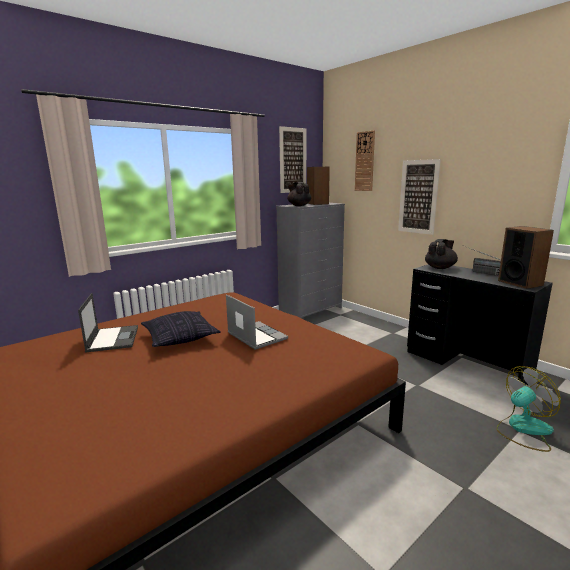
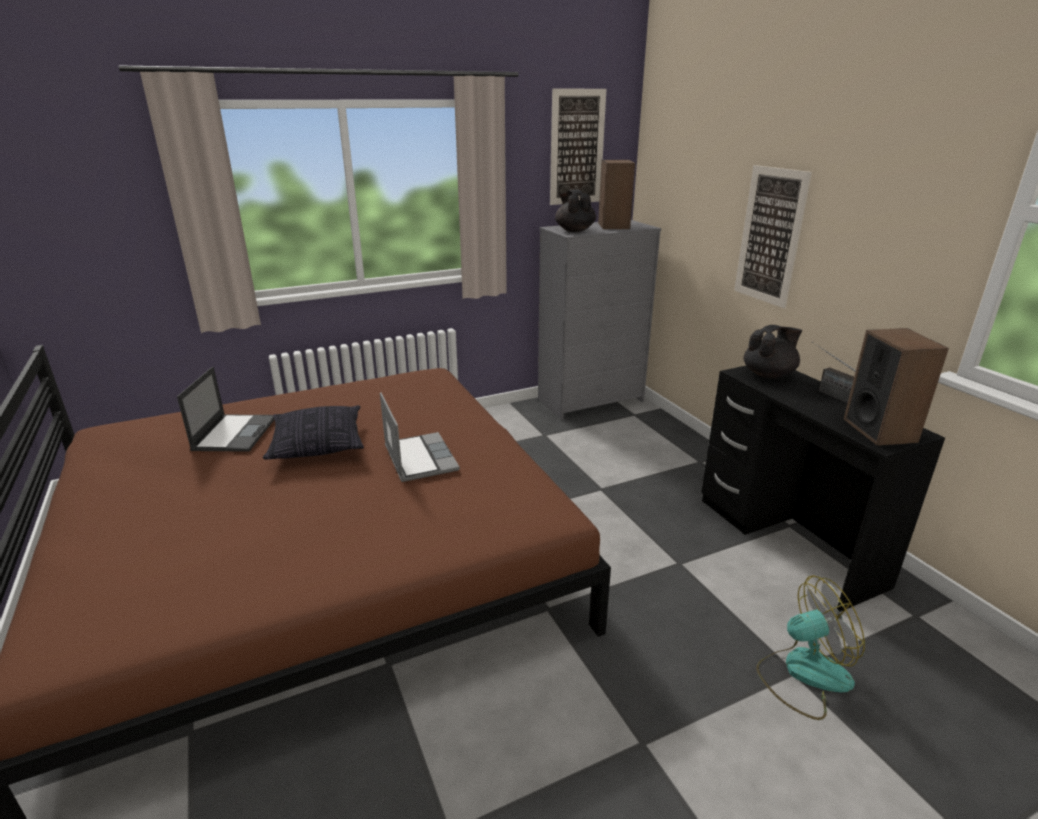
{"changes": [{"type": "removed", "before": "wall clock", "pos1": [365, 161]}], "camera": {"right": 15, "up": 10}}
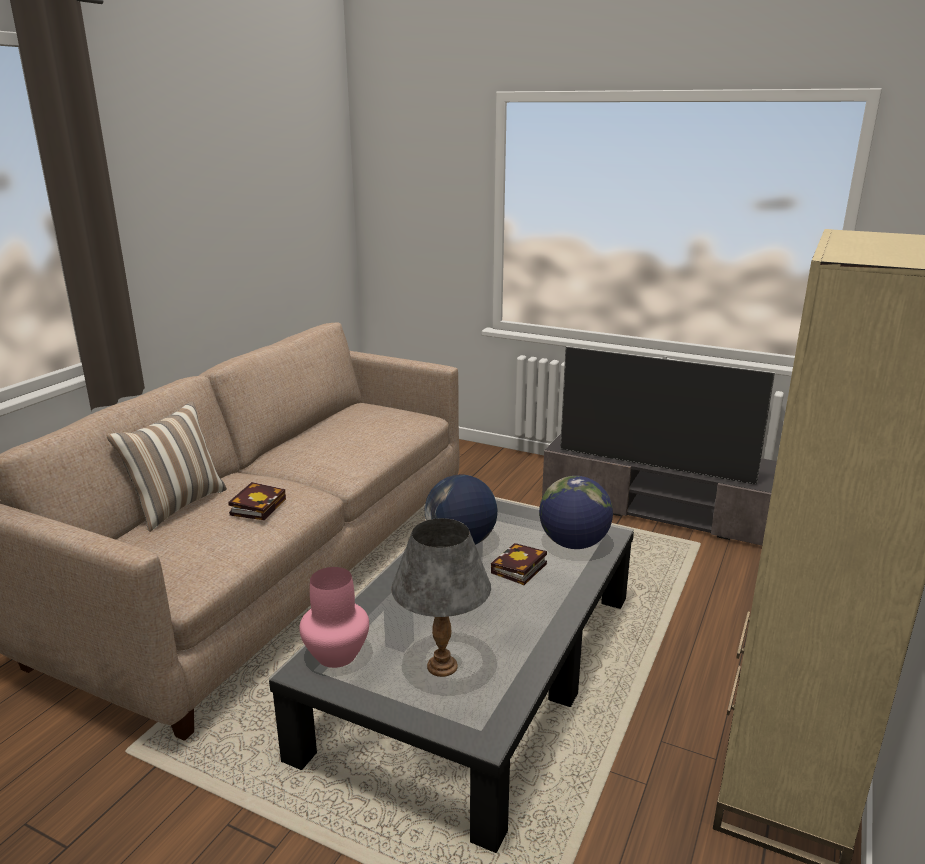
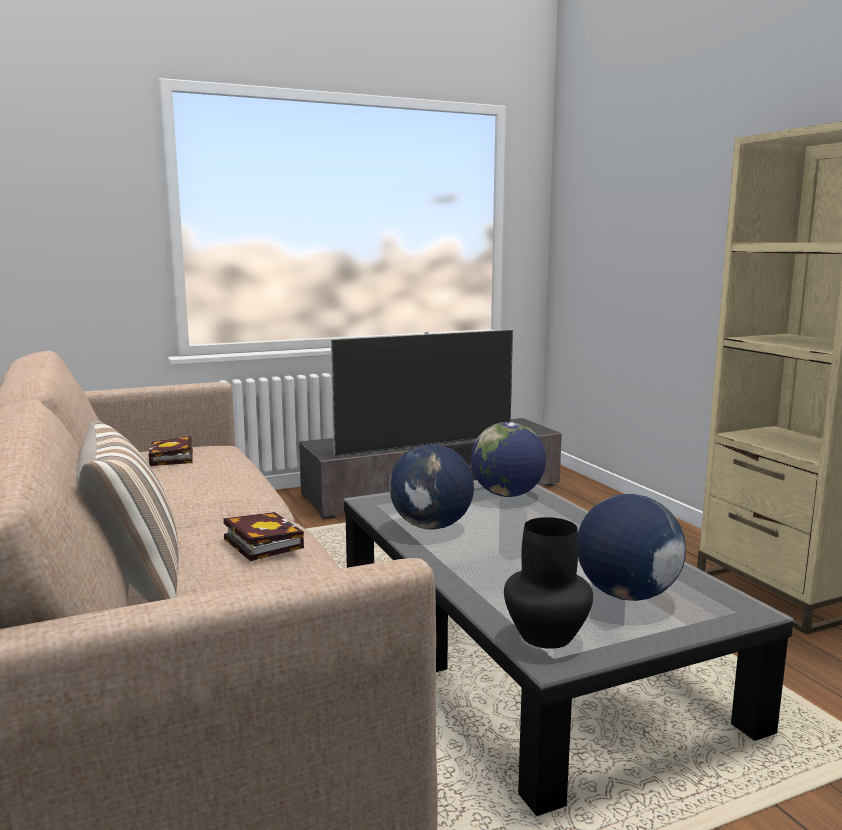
{"changes": [{"type": "moved", "before": "book", "pos1": [518, 570], "pos2": [173, 458]}, {"type": "replaced", "before": "grey table lamp", "after": "globe", "pos1": [442, 666], "pos2": [626, 595]}, {"type": "recoloured", "before": "pink vase", "after": "black vase", "pos1": [335, 654], "pos2": [545, 636]}], "camera": {"right": -50, "up": -10}}
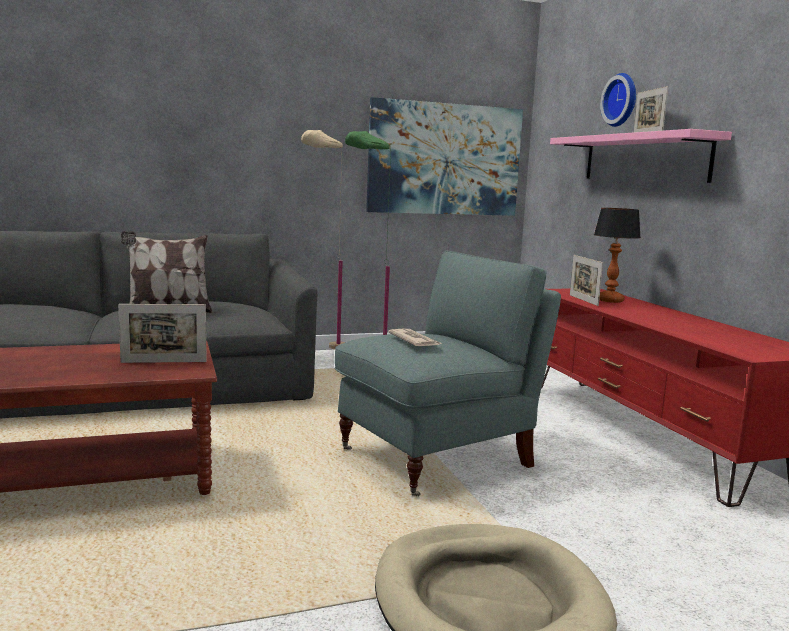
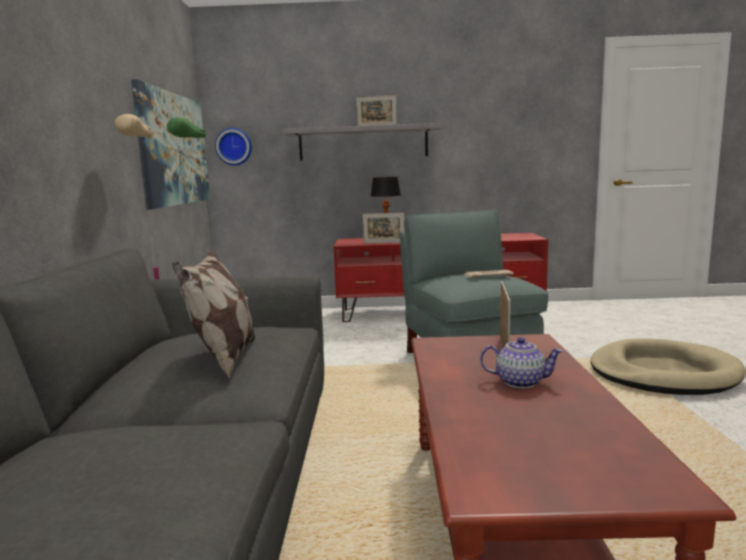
{"changes": [{"type": "added", "after": "teapot", "pos2": [519, 381]}, {"type": "moved", "before": "wall clock", "pos1": [622, 100], "pos2": [234, 146]}, {"type": "recoloured", "before": "pink shelf", "after": "grey shelf", "pos1": [644, 158], "pos2": [363, 143]}], "camera": {"right": -70, "up": 0}}
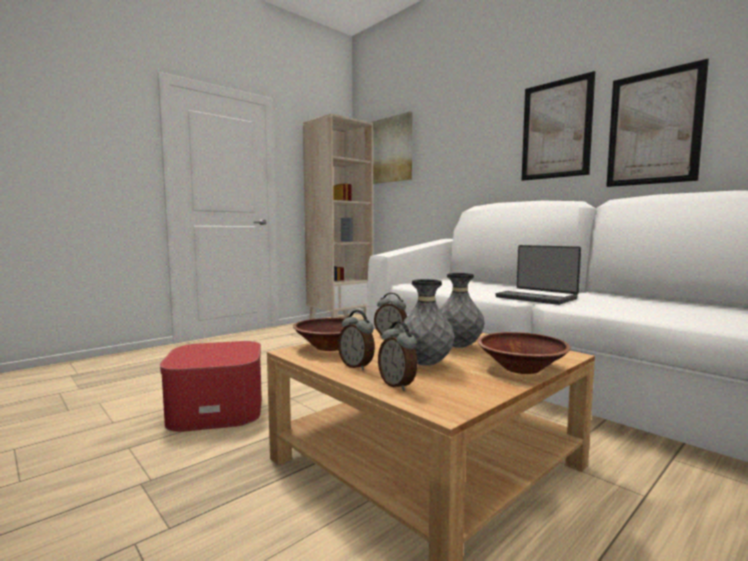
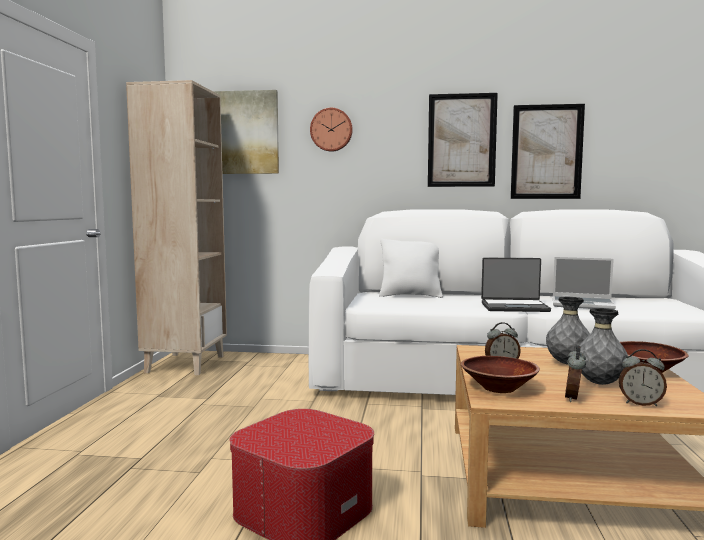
{"changes": [{"type": "added", "after": "wall clock", "pos2": [331, 130]}, {"type": "added", "after": "white pillow", "pos2": [410, 296]}, {"type": "added", "after": "laptop", "pos2": [583, 304]}, {"type": "turned", "before": "alarm clock", "pos1": [357, 366], "pos2": [574, 398], "turn": 105}], "camera": {"right": -40, "up": 0}}
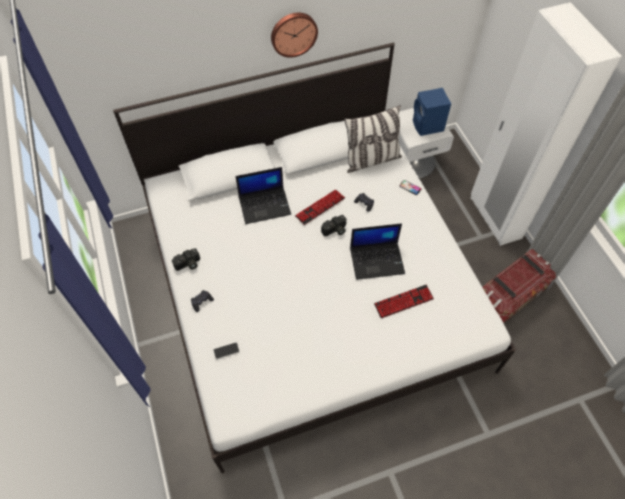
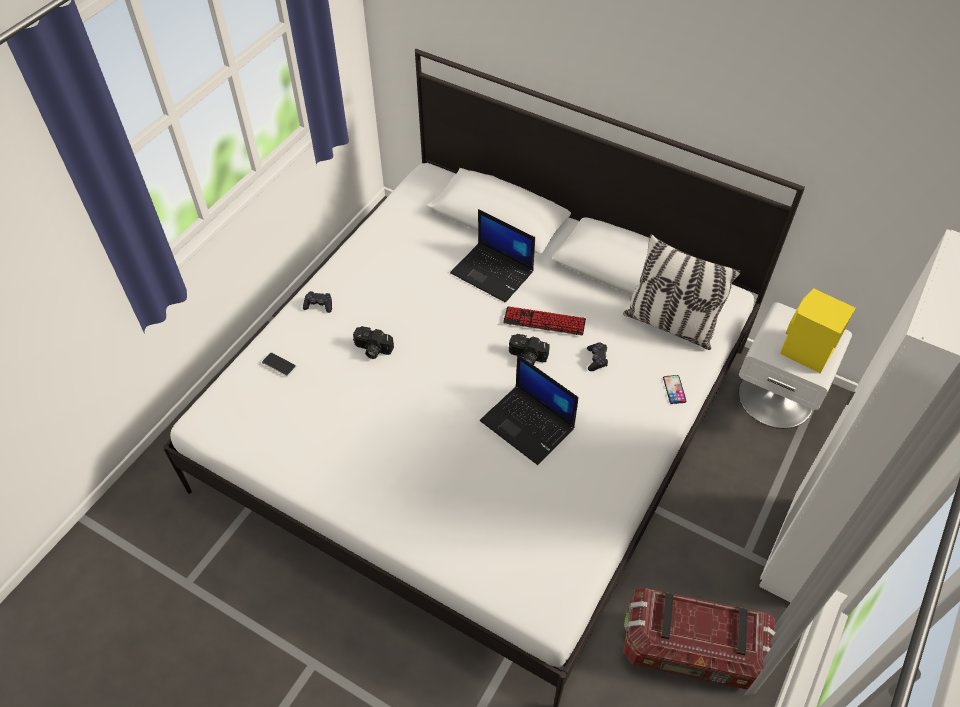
{"changes": [{"type": "removed", "before": "wall clock", "pos1": [293, 33]}, {"type": "removed", "before": "keyboard", "pos1": [403, 302]}, {"type": "moved", "before": "photo camera", "pos1": [188, 264], "pos2": [372, 349]}, {"type": "recoloured", "before": "blue speaker", "after": "yellow speaker", "pos1": [428, 126], "pos2": [805, 352]}], "camera": {"right": 50, "up": -5}}
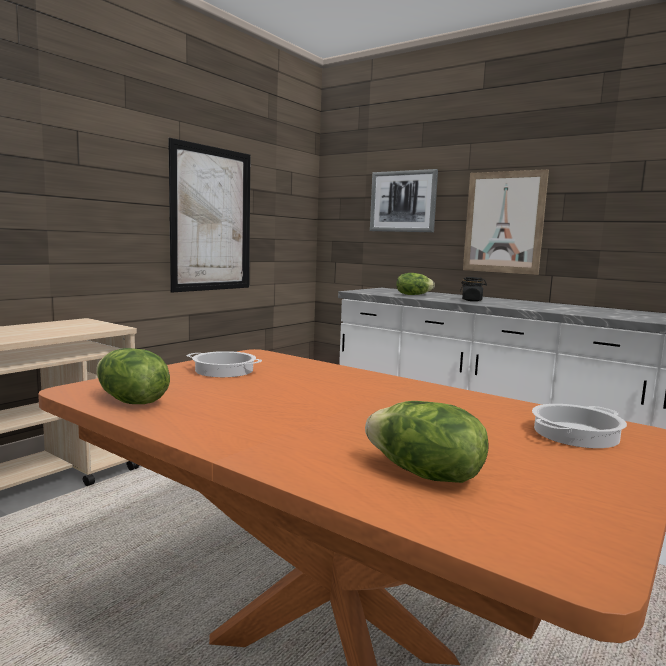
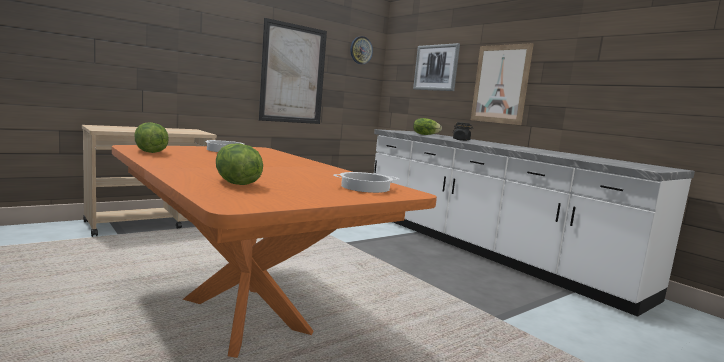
{"changes": [{"type": "added", "after": "wall clock", "pos2": [361, 50]}], "camera": {"right": 15, "up": 0}}
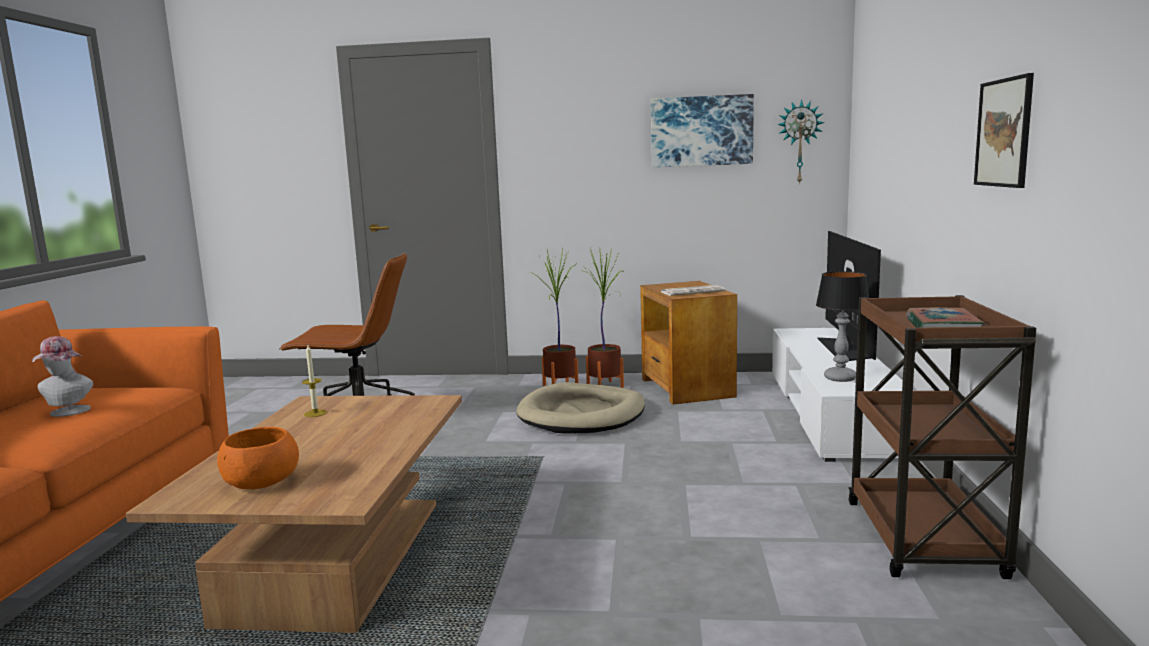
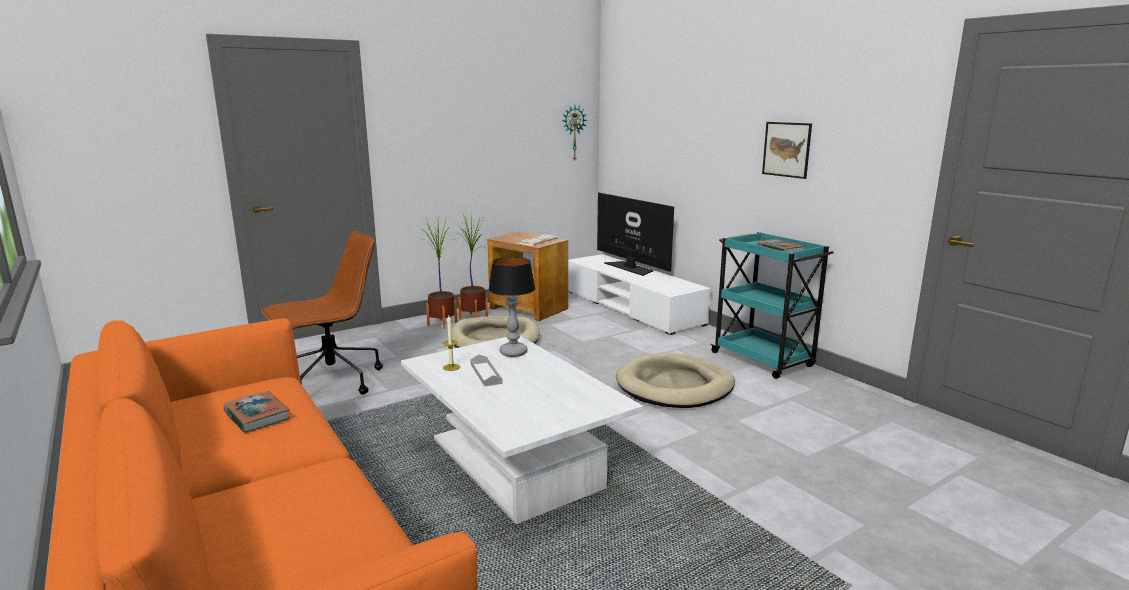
{"changes": [{"type": "removed", "before": "orange bowl", "pos1": [260, 482]}, {"type": "removed", "before": "picture", "pos1": [701, 131]}, {"type": "added", "after": "grey tray", "pos2": [486, 373]}, {"type": "added", "after": "beige dog bed", "pos2": [675, 386]}, {"type": "moved", "before": "table lamp", "pos1": [839, 378], "pos2": [512, 352]}, {"type": "replaced", "before": "hat", "after": "book", "pos1": [67, 412], "pos2": [257, 416]}, {"type": "recoloured", "before": "brown coffee table", "after": "white coffee table", "pos1": [337, 559], "pos2": [514, 462]}, {"type": "recoloured", "before": "brown cart", "after": "turquoise cart", "pos1": [924, 540], "pos2": [763, 360]}], "camera": {"right": -40, "up": 5}}
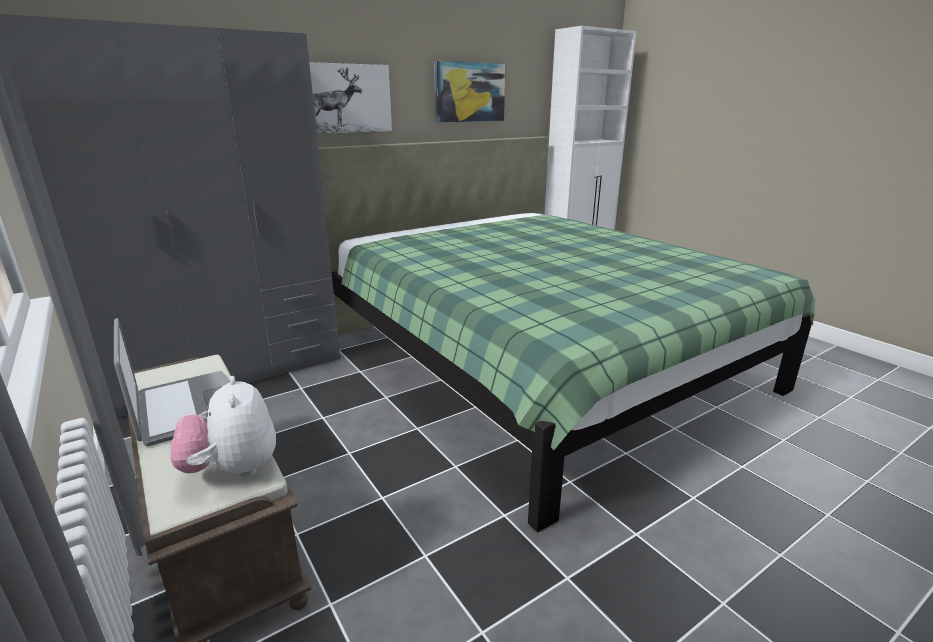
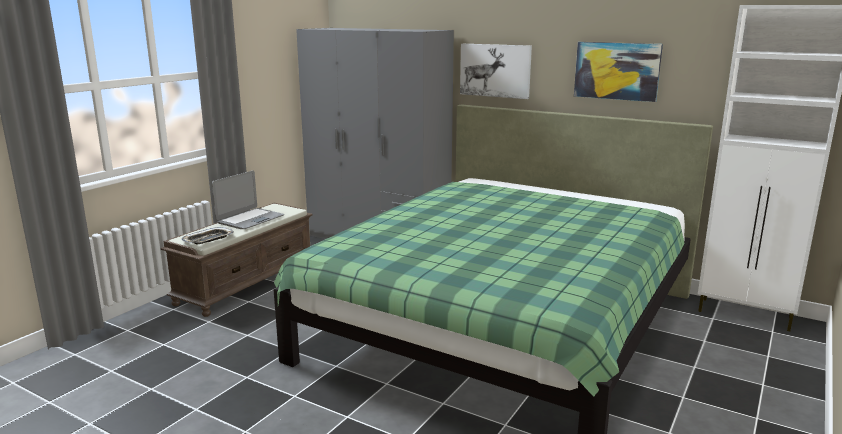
{"changes": [{"type": "replaced", "before": "plush toy", "after": "tray", "pos1": [233, 469], "pos2": [208, 239]}], "camera": {"right": 65, "up": -5}}
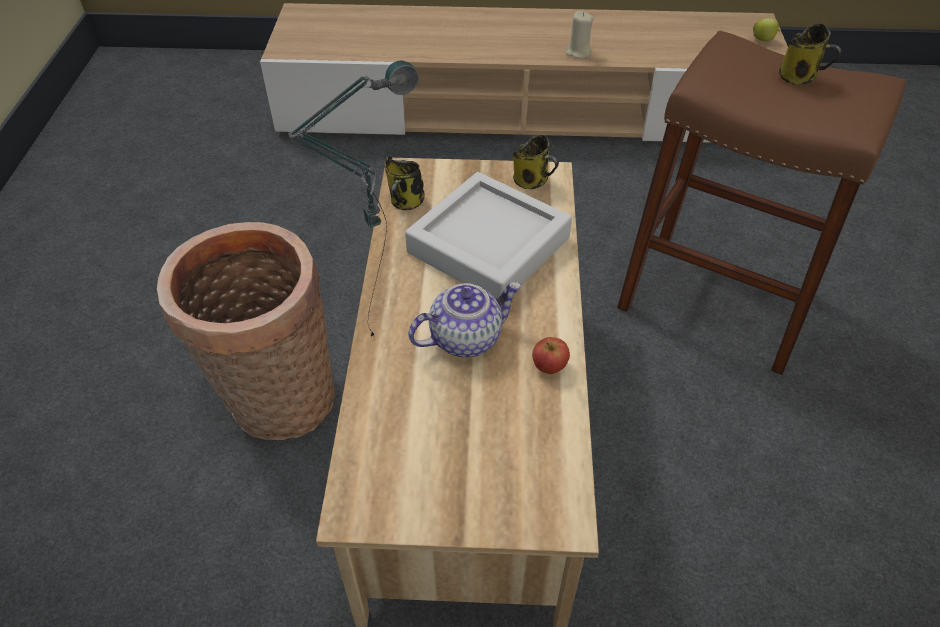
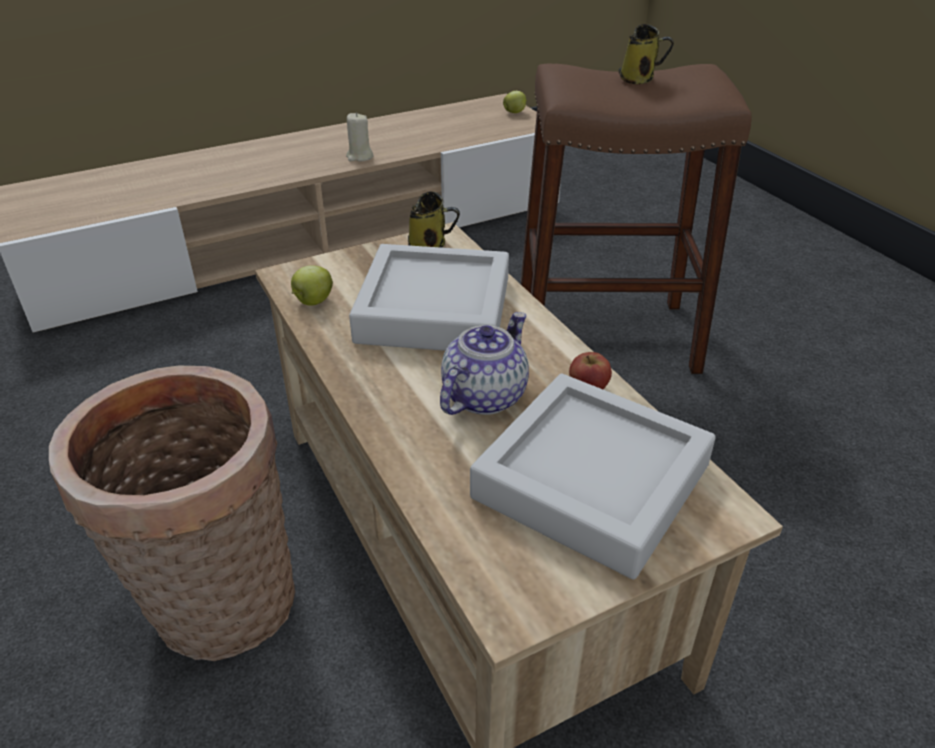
{"changes": [{"type": "removed", "before": "table lamp", "pos1": [381, 323]}, {"type": "added", "after": "grey tray", "pos2": [591, 481]}, {"type": "replaced", "before": "mug", "after": "apple", "pos1": [406, 203], "pos2": [313, 302]}], "camera": {"right": -30, "up": -10}}
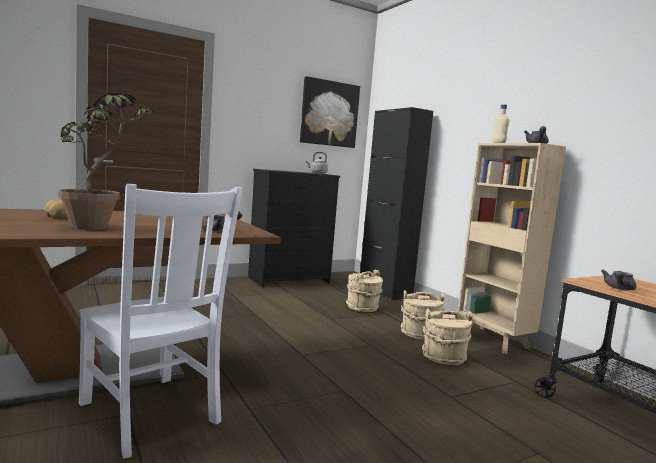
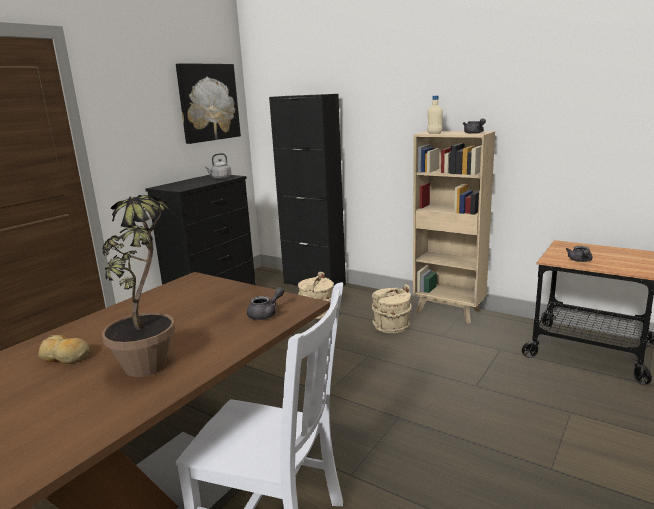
{"changes": [{"type": "removed", "before": "beige bucket", "pos1": [443, 357]}], "camera": {"right": -25, "up": 10}}
